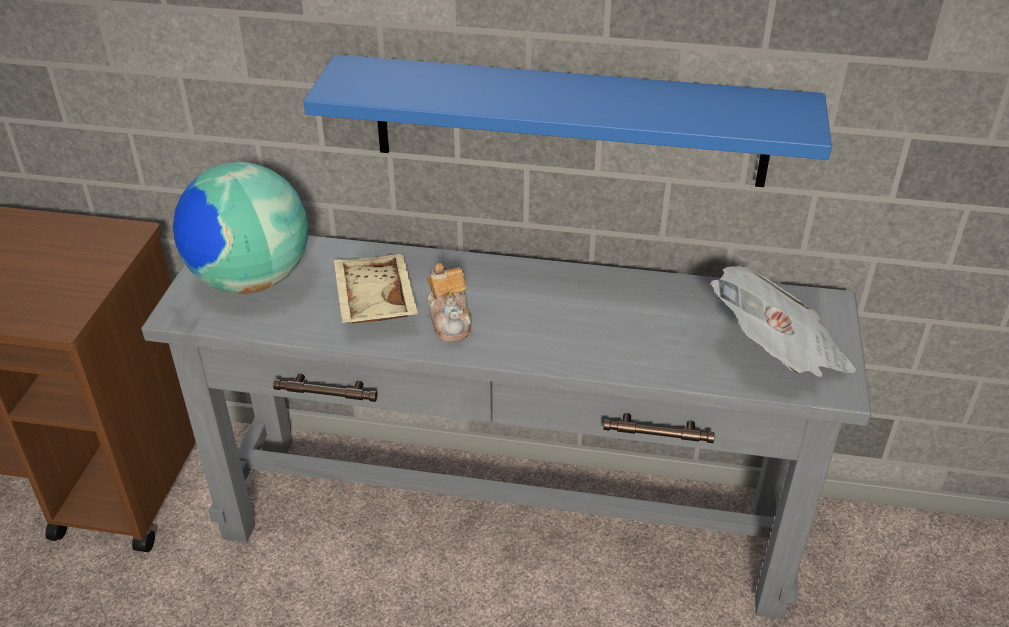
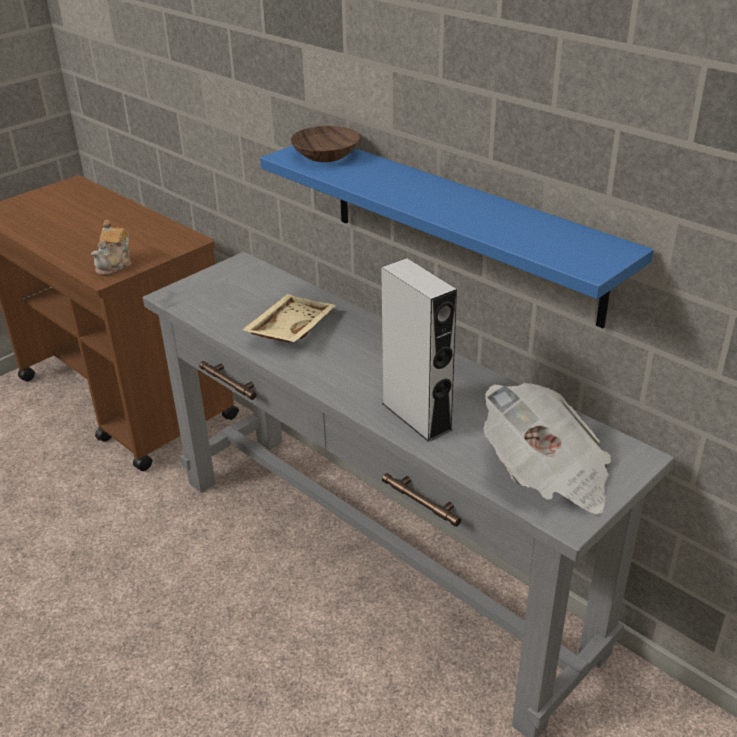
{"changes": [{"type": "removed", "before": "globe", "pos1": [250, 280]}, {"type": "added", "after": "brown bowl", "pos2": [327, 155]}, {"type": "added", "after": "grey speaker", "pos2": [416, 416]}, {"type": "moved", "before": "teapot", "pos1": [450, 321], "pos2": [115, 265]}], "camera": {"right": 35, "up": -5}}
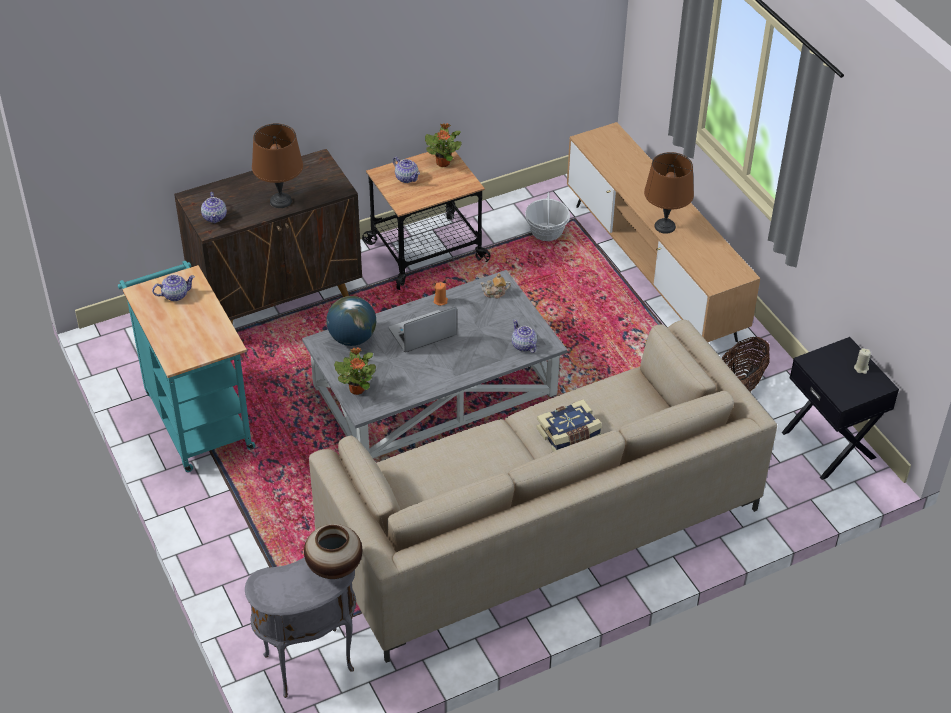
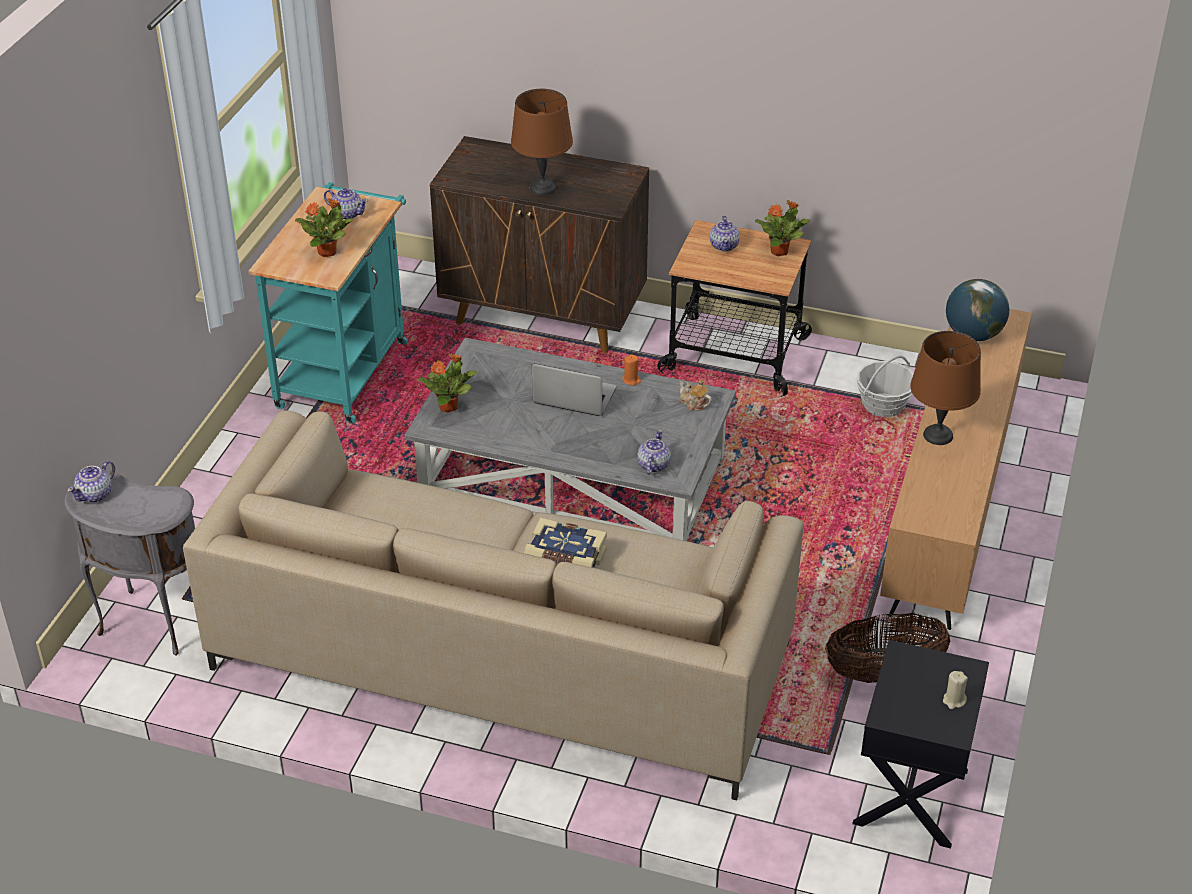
{"changes": [{"type": "removed", "before": "vase", "pos1": [334, 568]}, {"type": "added", "after": "potted plant", "pos2": [328, 252]}, {"type": "moved", "before": "teapot", "pos1": [215, 217], "pos2": [95, 494]}, {"type": "moved", "before": "globe", "pos1": [352, 338], "pos2": [973, 335]}], "camera": {"right": 45, "up": -5}}
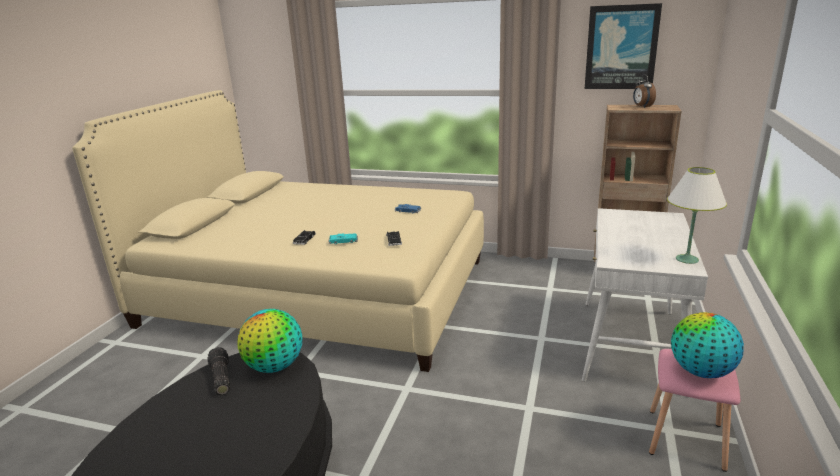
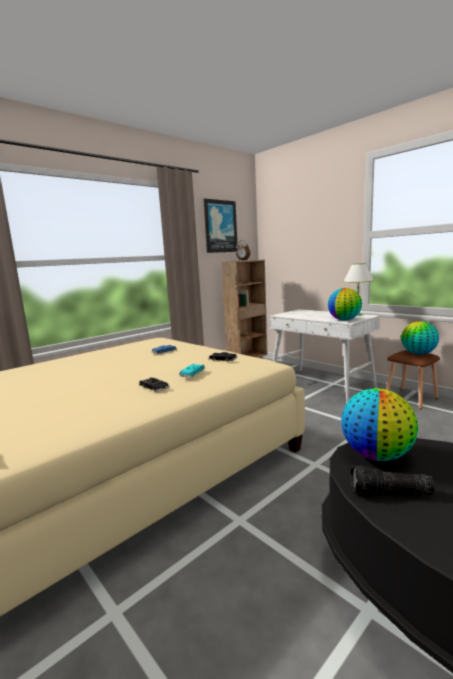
{"changes": [{"type": "added", "after": "globe", "pos2": [344, 320]}, {"type": "recoloured", "before": "pink stool", "after": "brown stool", "pos1": [684, 439], "pos2": [411, 399]}], "camera": {"right": -60, "up": -10}}
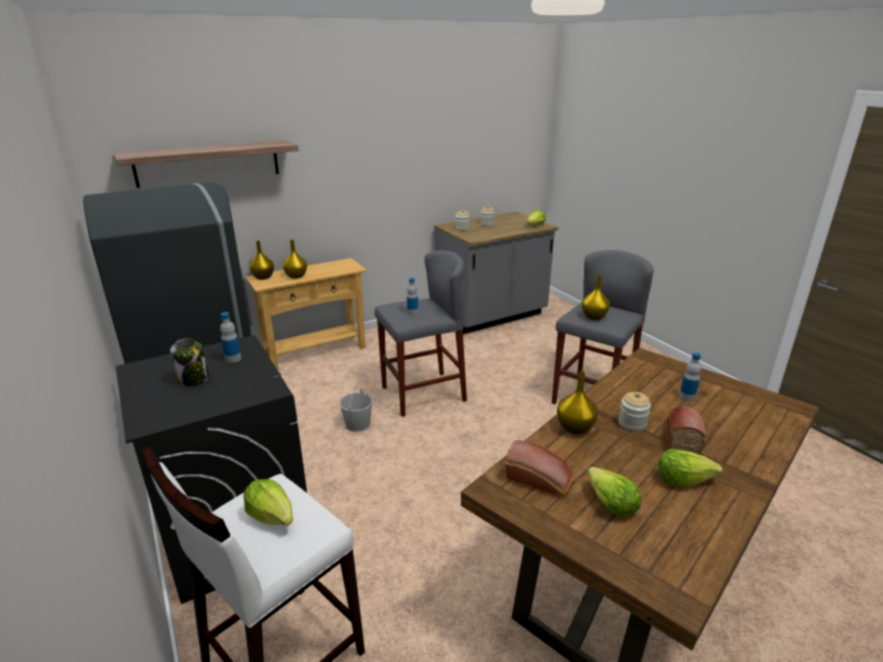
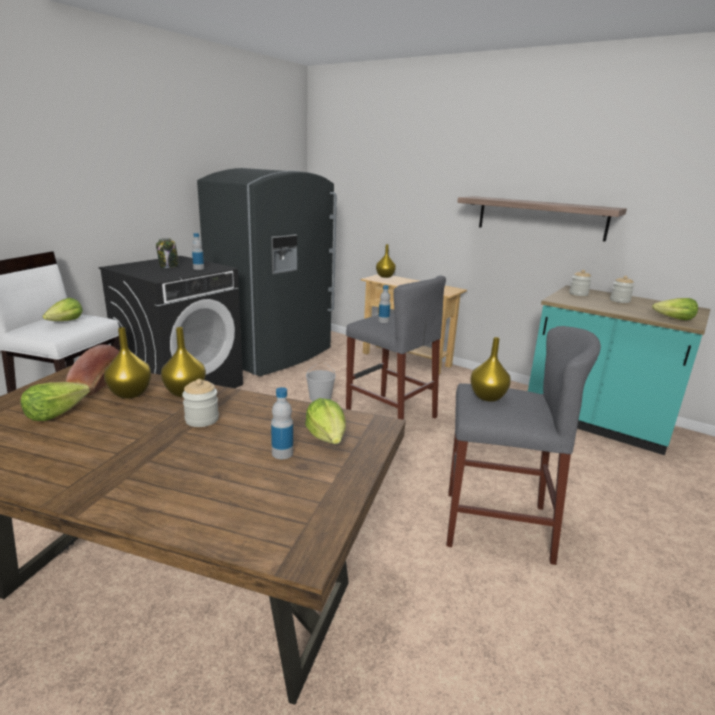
{"changes": [{"type": "removed", "before": "bread", "pos1": [681, 436]}, {"type": "moved", "before": "shelf", "pos1": [208, 163], "pos2": [541, 218]}, {"type": "moved", "before": "yellow vase", "pos1": [295, 276], "pos2": [130, 393]}, {"type": "moved", "before": "lettuce", "pos1": [683, 479], "pos2": [327, 437]}, {"type": "recoloured", "before": "grey counter", "after": "turquoise counter", "pos1": [492, 316], "pos2": [596, 423]}], "camera": {"right": 65, "up": -5}}
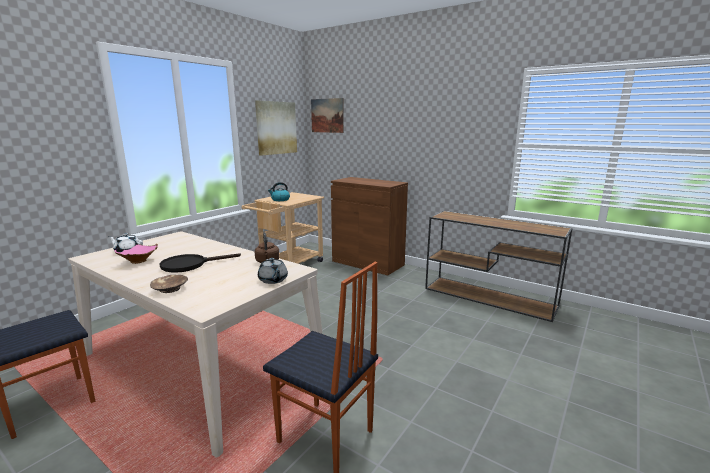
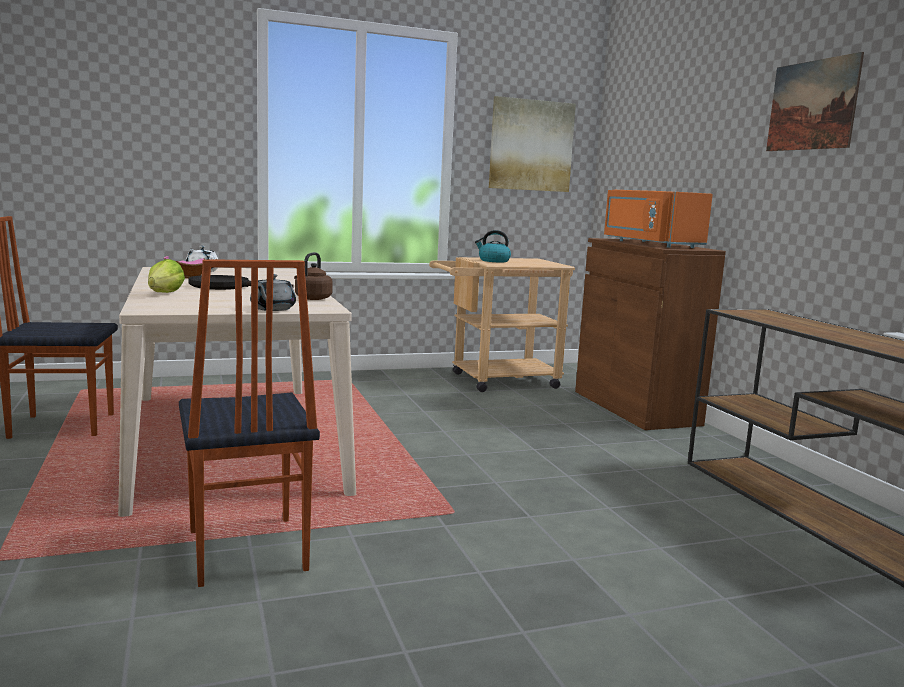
{"changes": [{"type": "added", "after": "orange microwave", "pos2": [649, 244]}, {"type": "moved", "before": "picture", "pos1": [327, 115], "pos2": [812, 105]}, {"type": "replaced", "before": "brown bowl", "after": "lettuce", "pos1": [170, 289], "pos2": [161, 295]}], "camera": {"right": 35, "up": -5}}
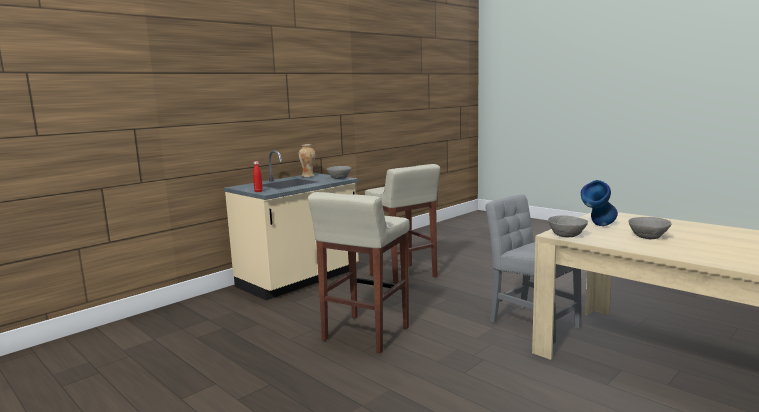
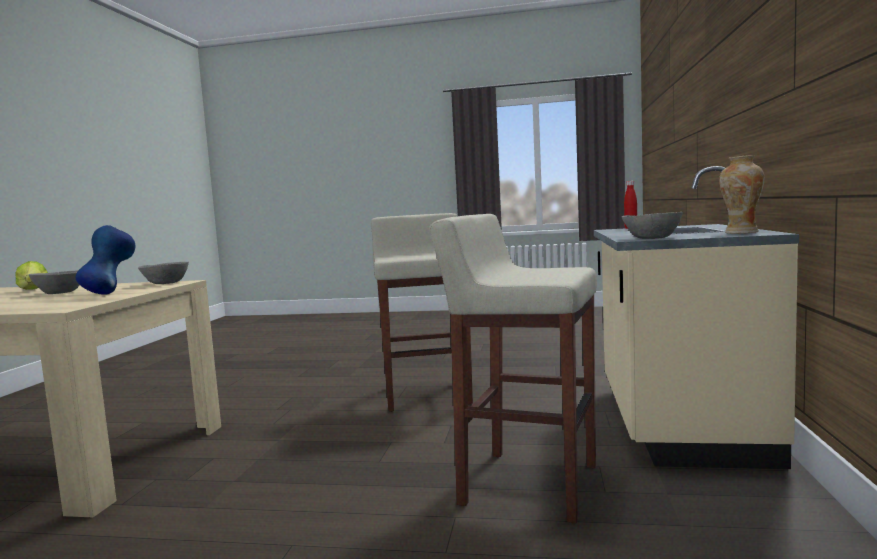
{"changes": [{"type": "removed", "before": "grey chair", "pos1": [531, 322]}, {"type": "added", "after": "lettuce", "pos2": [31, 290]}], "camera": {"right": 145, "up": -5}}
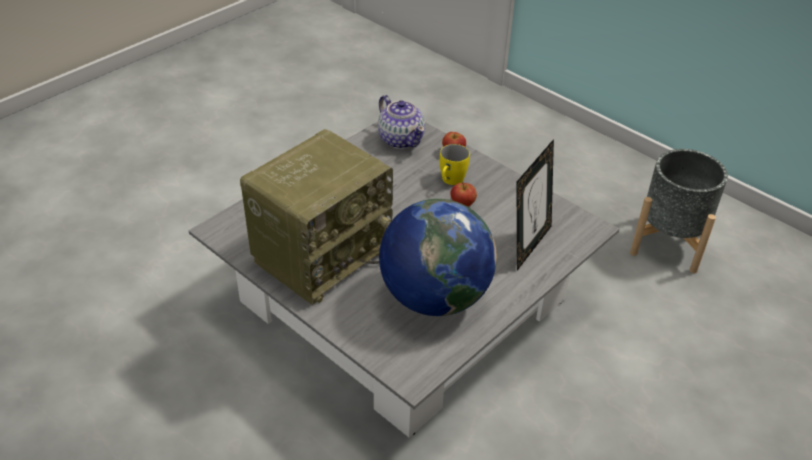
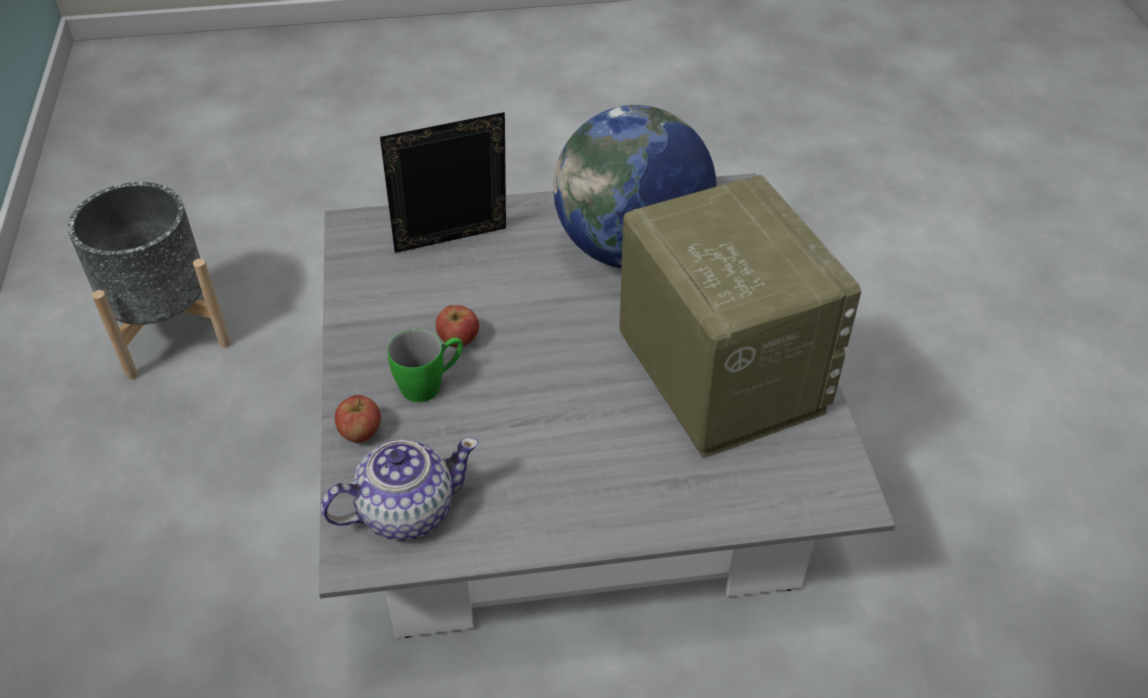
{"changes": [{"type": "recoloured", "before": "yellow mug", "after": "green mug", "pos1": [450, 181], "pos2": [430, 384]}, {"type": "turned", "before": "radio", "pos1": [322, 253], "pos2": [717, 373], "turn": 75}, {"type": "turned", "before": "teapot", "pos1": [401, 139], "pos2": [405, 511], "turn": 60}], "camera": {"right": -140, "up": 5}}
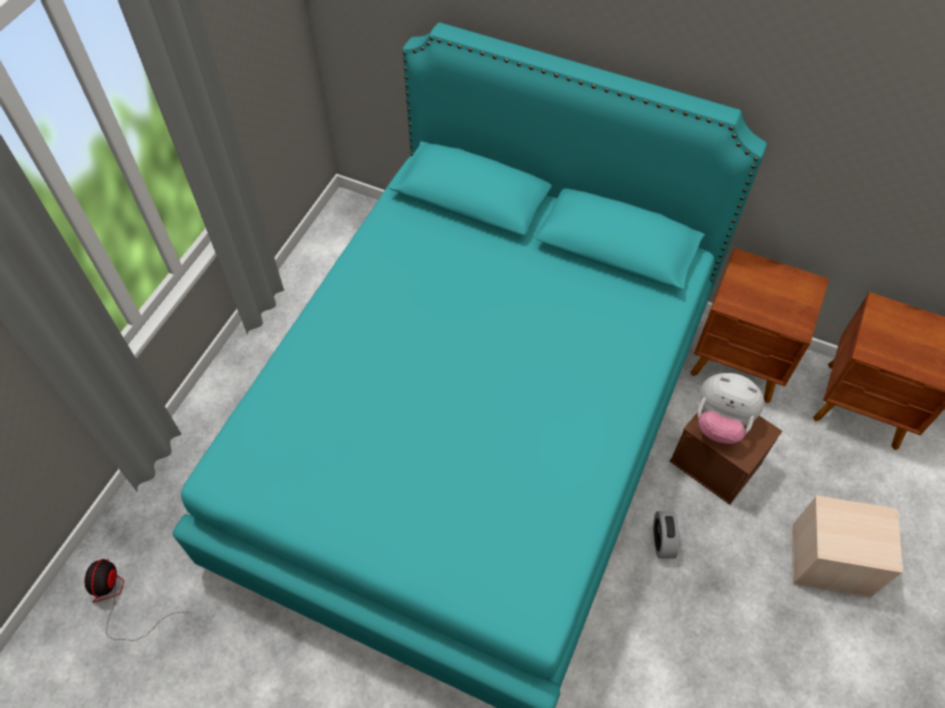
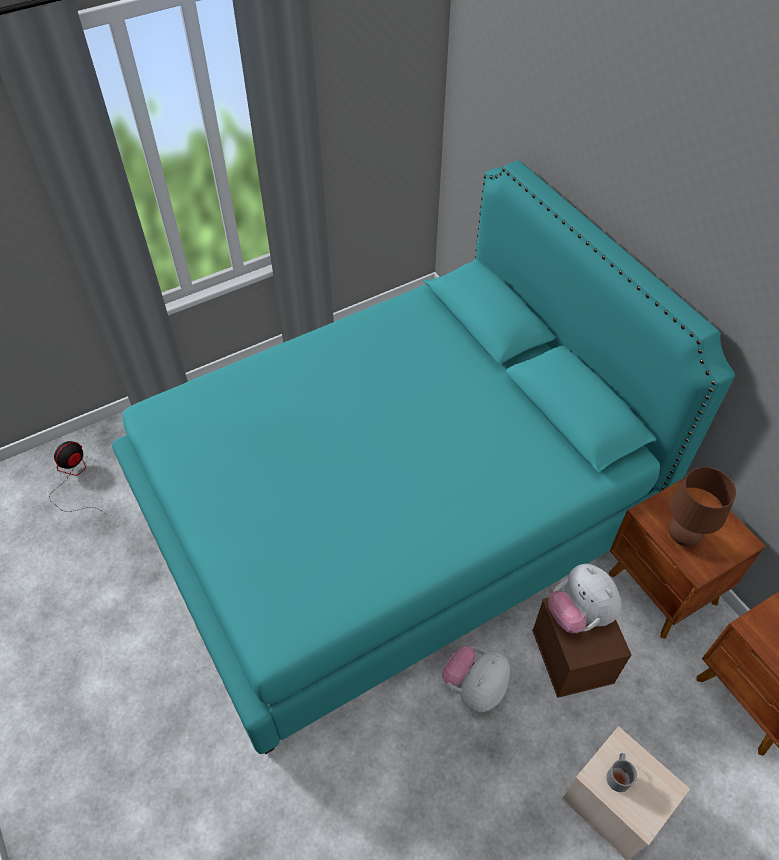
{"changes": [{"type": "added", "after": "grey mug", "pos2": [618, 775]}, {"type": "added", "after": "brown table lamp", "pos2": [682, 537]}, {"type": "replaced", "before": "alarm clock", "after": "plush toy", "pos1": [662, 541], "pos2": [474, 687]}], "camera": {"right": 35, "up": -5}}
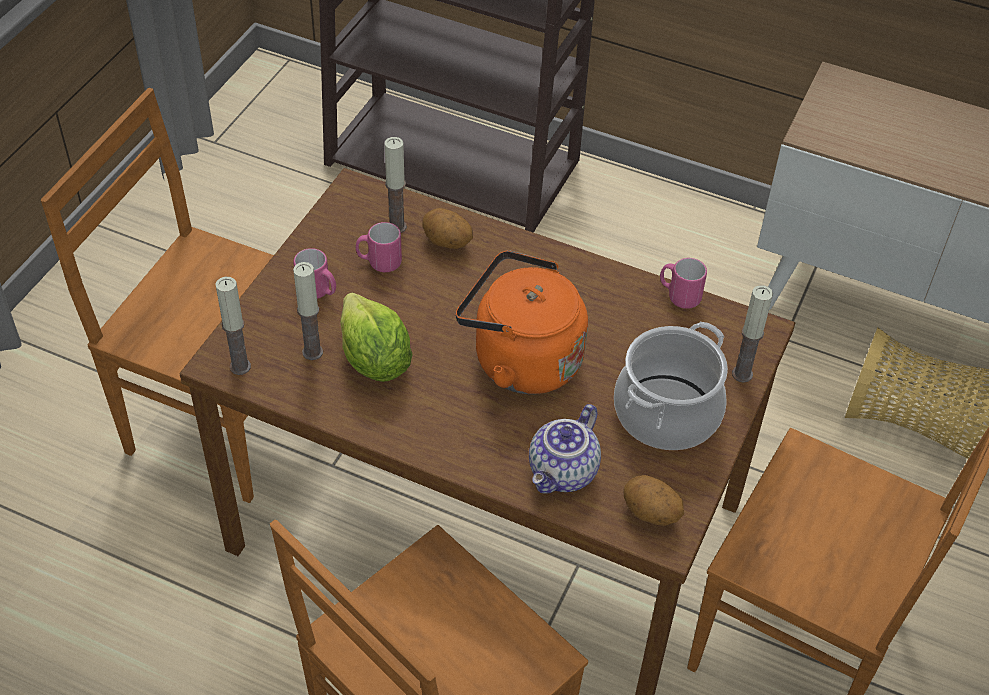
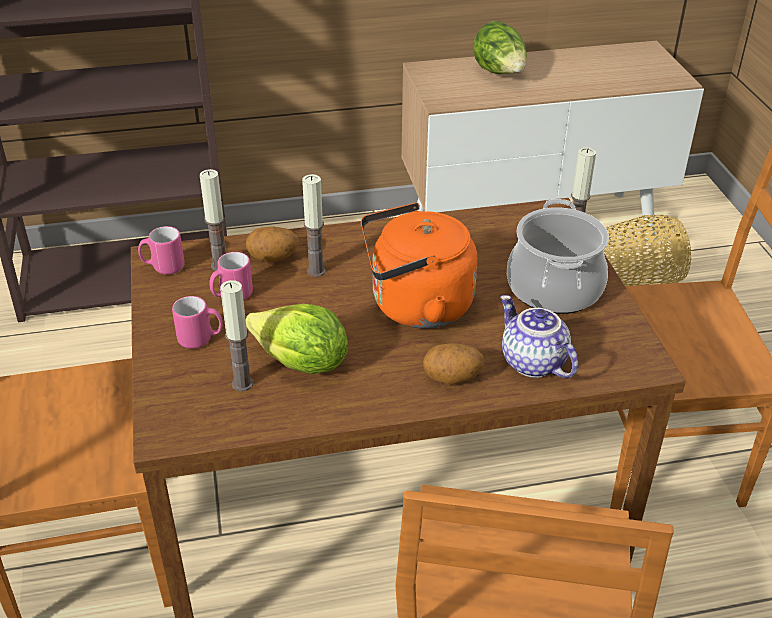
{"changes": [{"type": "added", "after": "lettuce", "pos2": [500, 73]}, {"type": "moved", "before": "candle", "pos1": [240, 366], "pos2": [316, 271]}, {"type": "moved", "before": "potato", "pos1": [650, 514], "pos2": [452, 379]}, {"type": "moved", "before": "pink mug", "pos1": [679, 296], "pos2": [163, 267]}, {"type": "turned", "before": "teapot", "pos1": [564, 473], "pos2": [531, 363], "turn": 150}], "camera": {"right": -35, "up": -10}}
